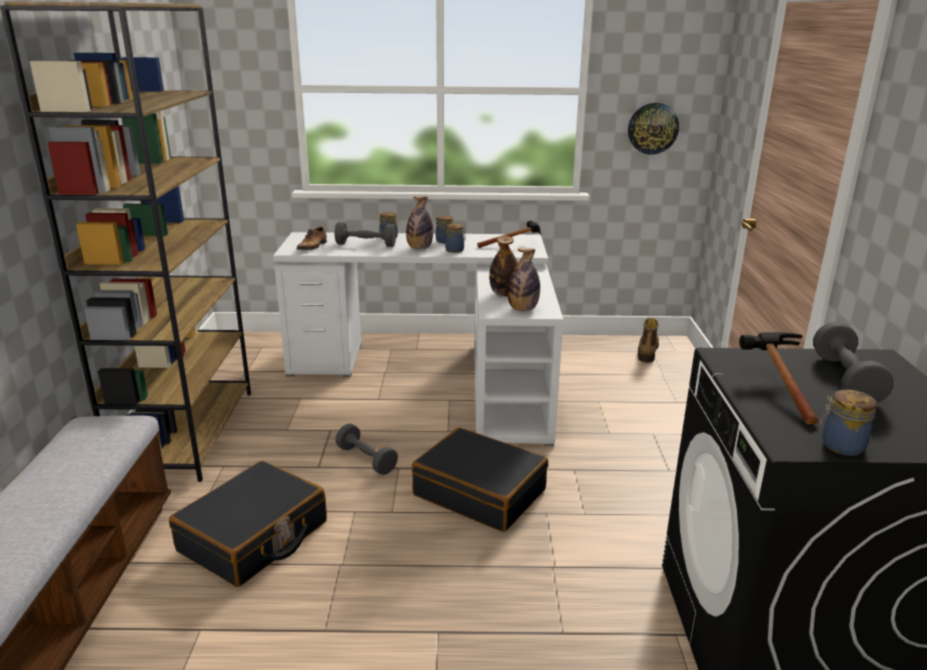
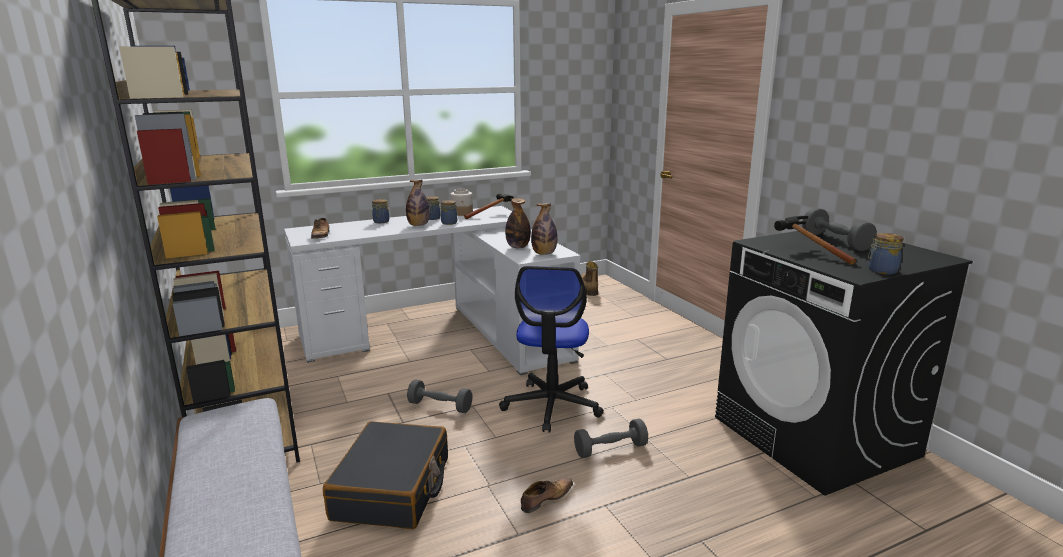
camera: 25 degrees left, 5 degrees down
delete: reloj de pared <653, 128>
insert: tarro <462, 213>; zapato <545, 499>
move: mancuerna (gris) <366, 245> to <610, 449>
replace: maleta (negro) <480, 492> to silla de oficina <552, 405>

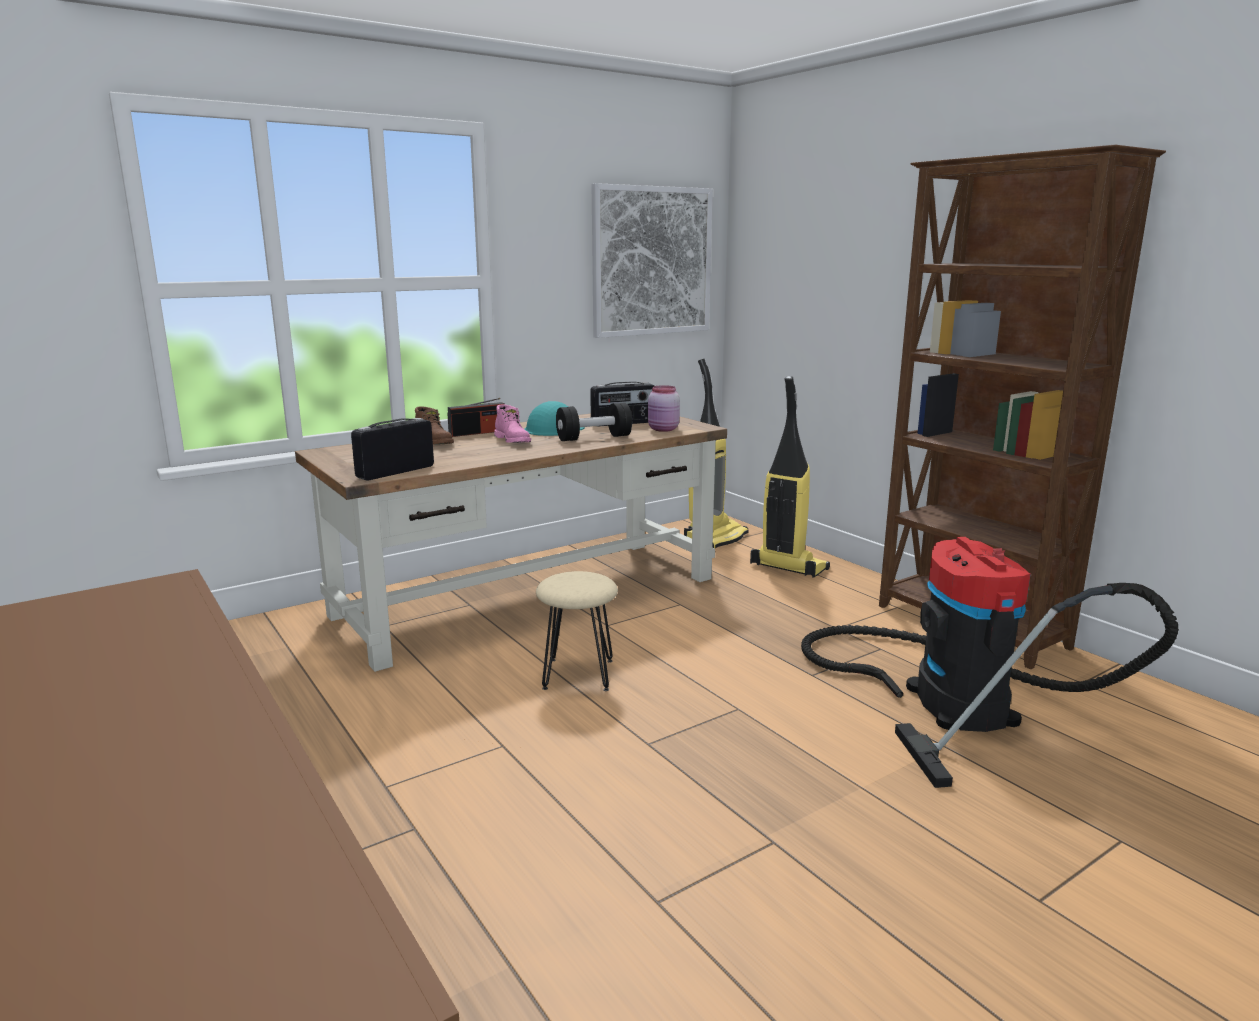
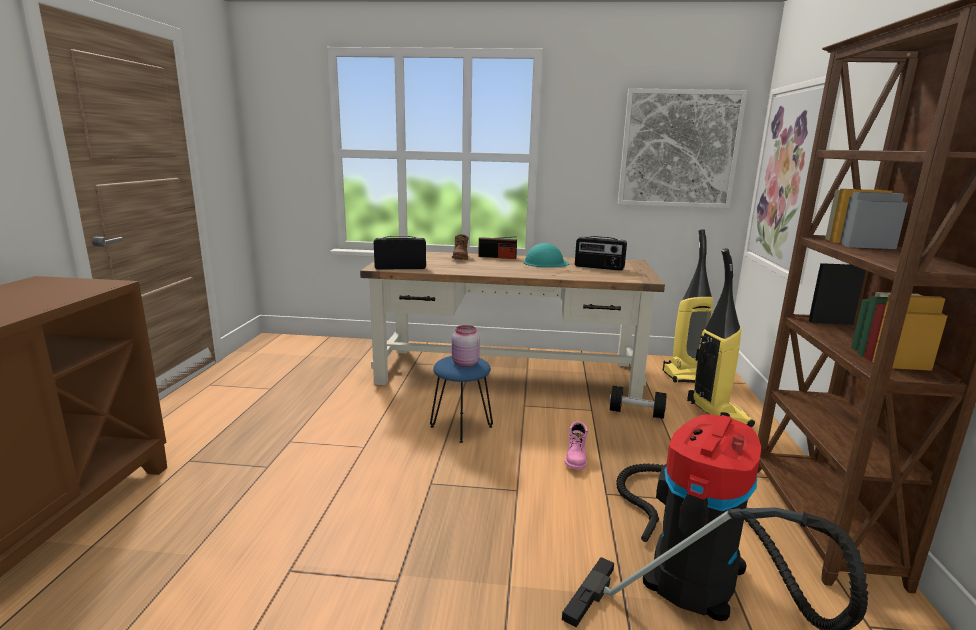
camera: 40 degrees right, 0 degrees up
insert: cuadro <789, 180>
move: bota (rosa) <513, 440> to <576, 458>; mancuerna (negro) <594, 438> to <636, 413>; tarro (rosa) <663, 429> to <464, 363>
recolor: taburete (beis) <578, 674> to taburete (azul) <461, 427>

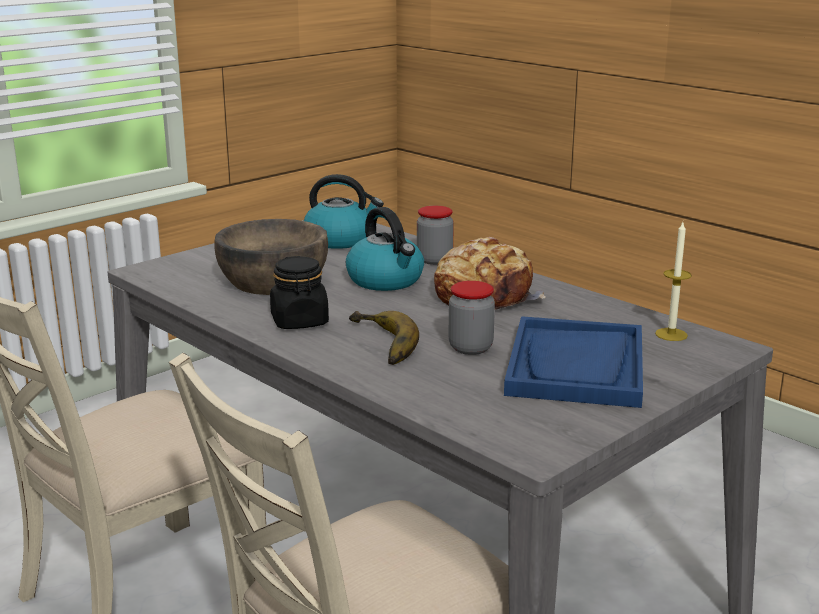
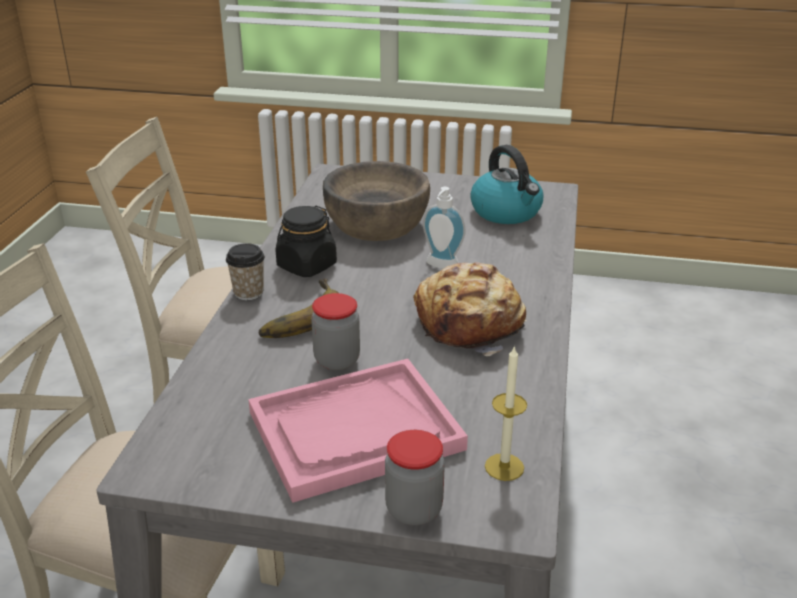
camera: 55 degrees right, 10 degrees up
insert: taza <248, 293>
move: tarro <434, 260> to <414, 509>
replace: hervidor <386, 280> to dispensador de jabón <441, 266>
recolor: bandeja (azul) <576, 366> to bandeja (rosa) <355, 431>

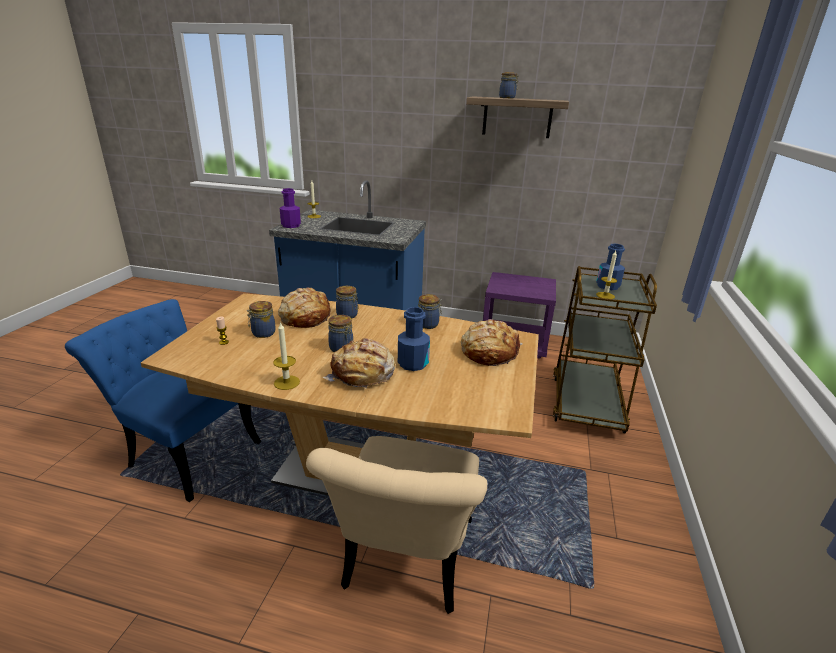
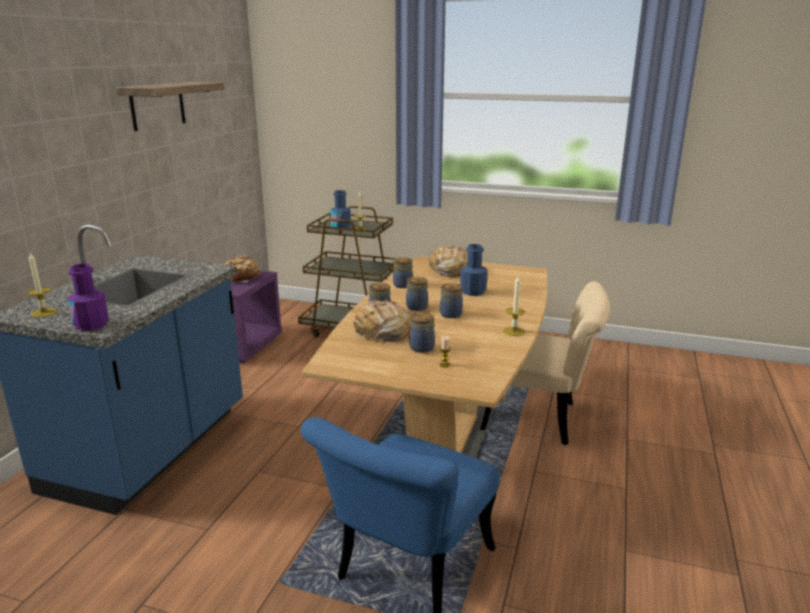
camera: 85 degrees left, 5 degrees down
move: pan <363, 374> to <241, 277>; tarro <507, 98> to <417, 307>

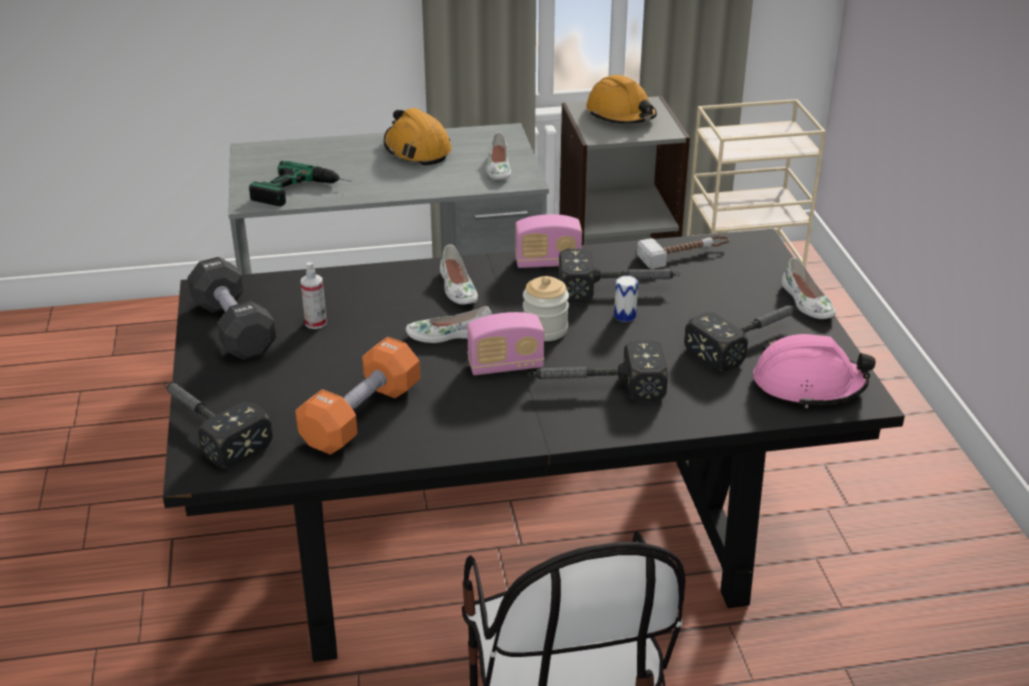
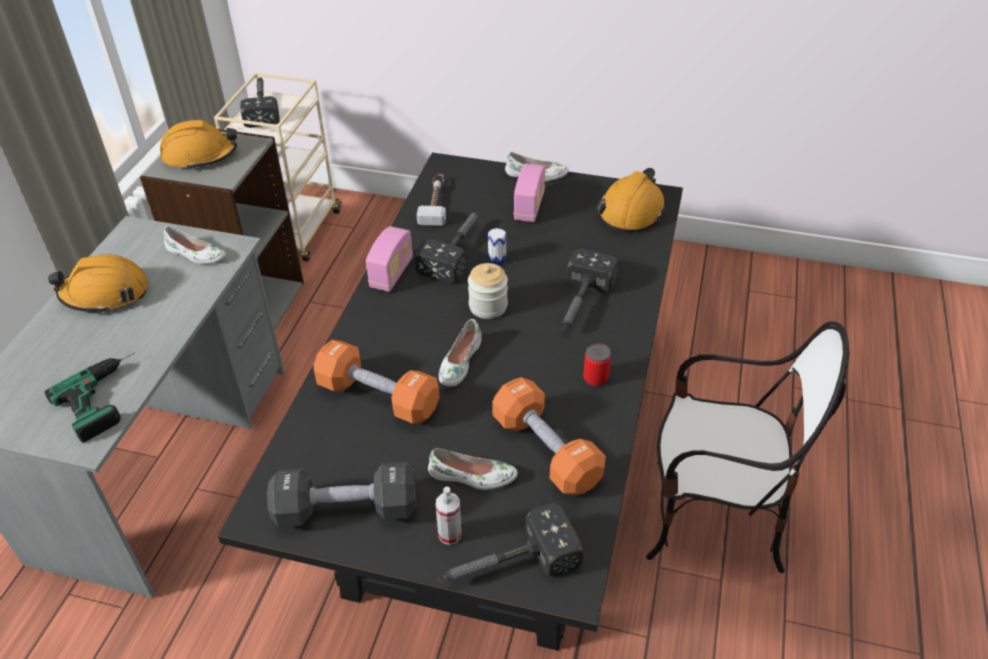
camera: 65 degrees left, 10 degrees up
insert: mancuerna (naranja) <378, 397>; lata <595, 378>
move: pulverizador <316, 323> to <450, 534>; zapato (blanco) <457, 288> to <472, 476>; radio <505, 366> to <529, 207>; martillo <749, 340> to <262, 106>
recolor: casco (rosa) <808, 385> to casco (naranja) <632, 210>

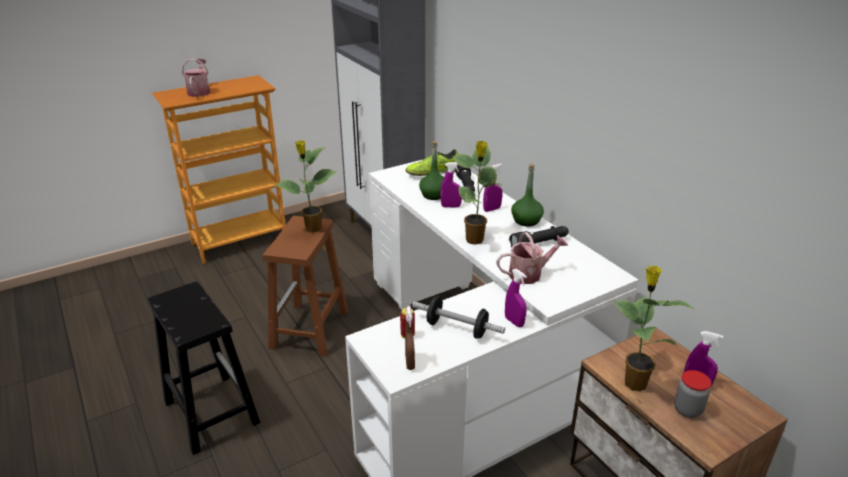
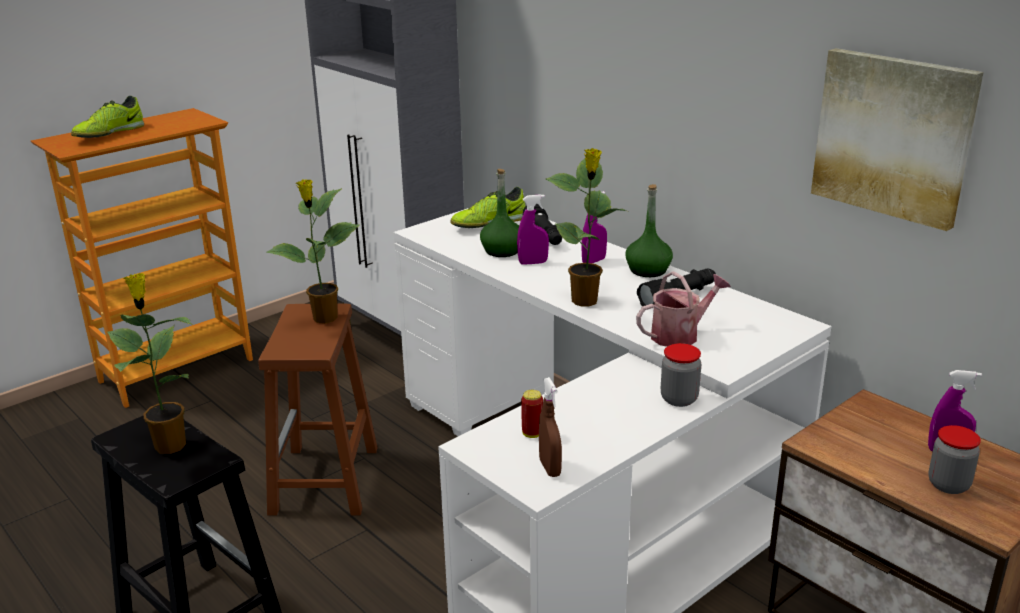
camera: 10 degrees left, 5 degrees down
delete: mancuerna <457, 328>
insert: cuadro <893, 136>
move: planta en maceta <634, 382> to <169, 444>
replace: regadera <199, 91> to zapato <109, 134>; pulverizador (morado) <514, 322> to tarro <679, 399>

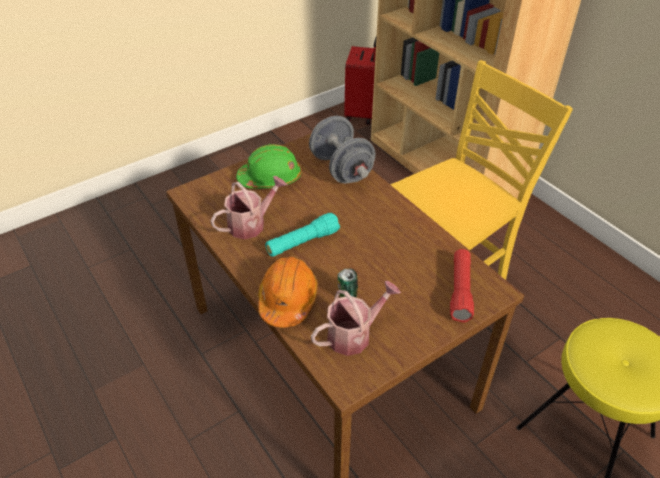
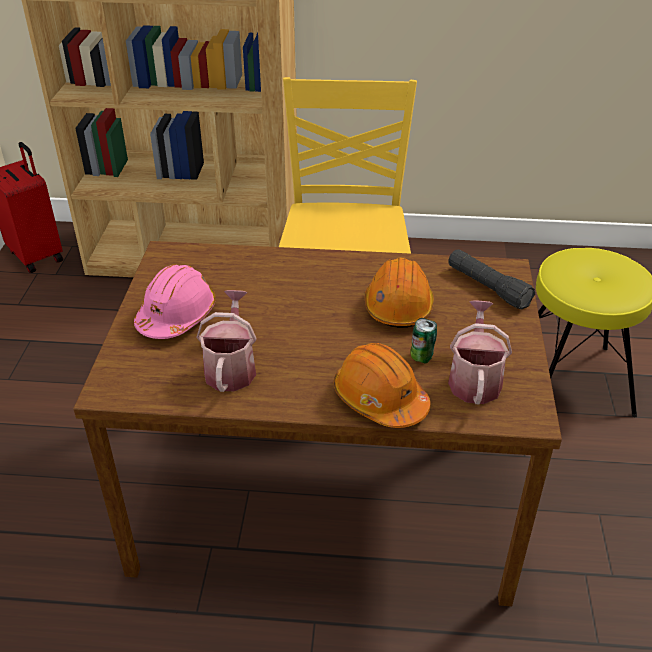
camera: 50 degrees left, 5 degrees down
delete: linterna (turquesa) <302, 242>; mancuerna (gris) <341, 169>
insert: casco (naranja) <398, 306>
recolor: casco (verde) <270, 178> to casco (rosa) <177, 316>; linterna (rojo) <460, 291> to linterna (negro) <487, 287>

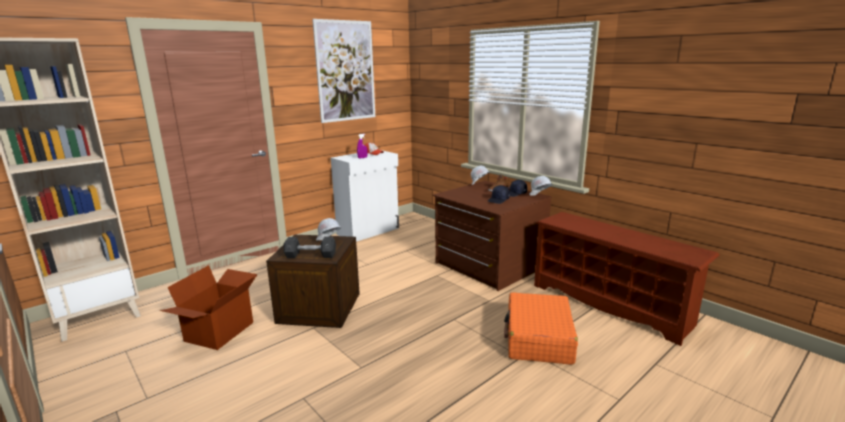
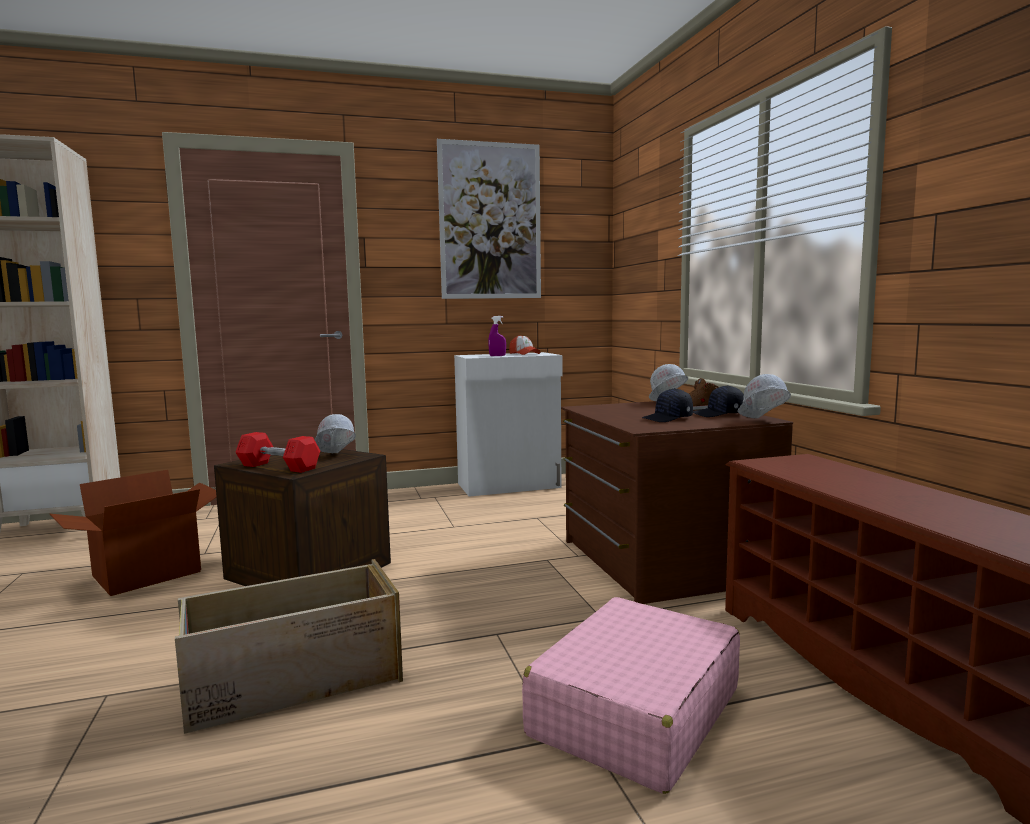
camera: 25 degrees right, 10 degrees down
insert: caja de embalaje <292, 682>
recolor: mancuerna (gris) <310, 255> to mancuerna (rojo) <279, 467>; maleta (naranja) <538, 338> to maleta (rosa) <634, 712>

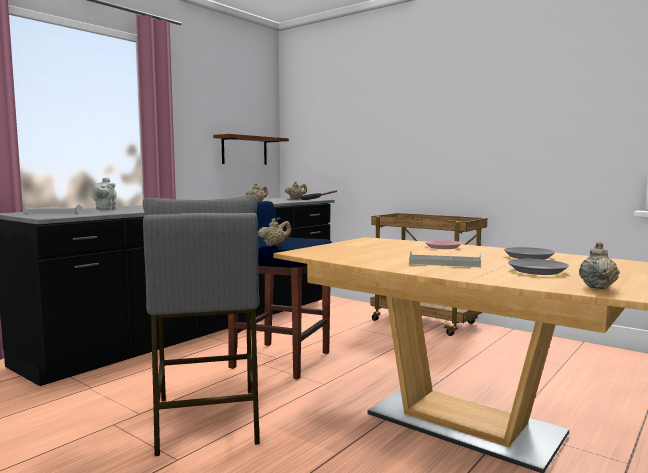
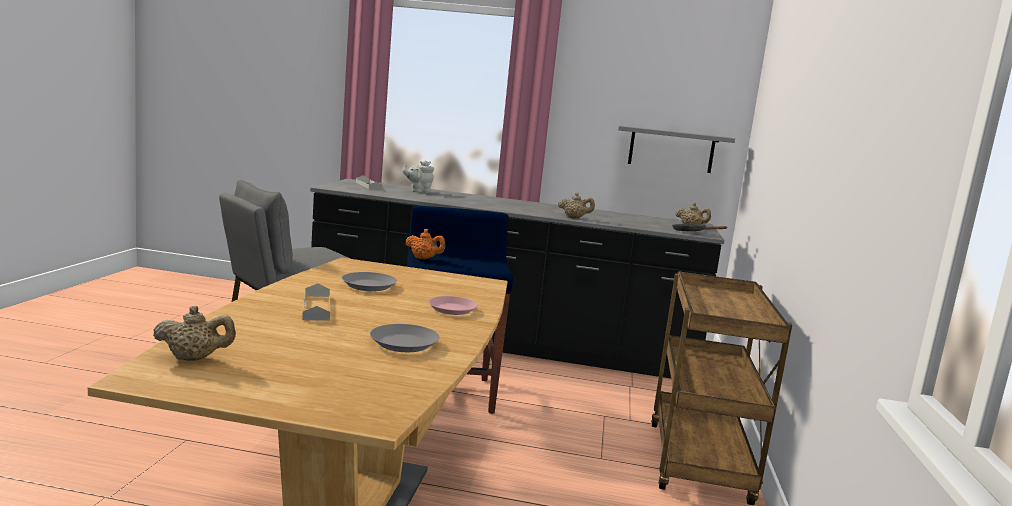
camera: 60 degrees right, 5 degrees up
move: plato (gris) <538, 271> to <369, 286>
recolor: estante (marrón) <244, 150> to estante (gris) <671, 149>; tetera (beis) <274, 245> to tetera (naranja) <424, 259>

